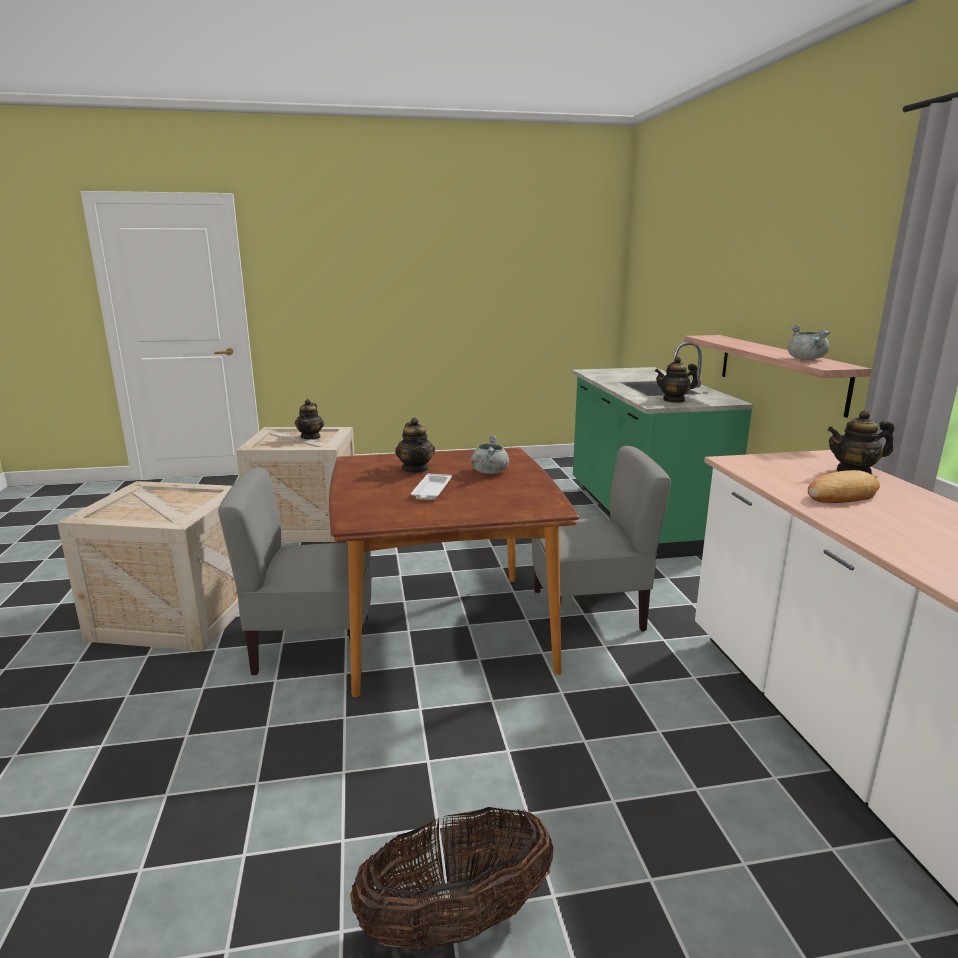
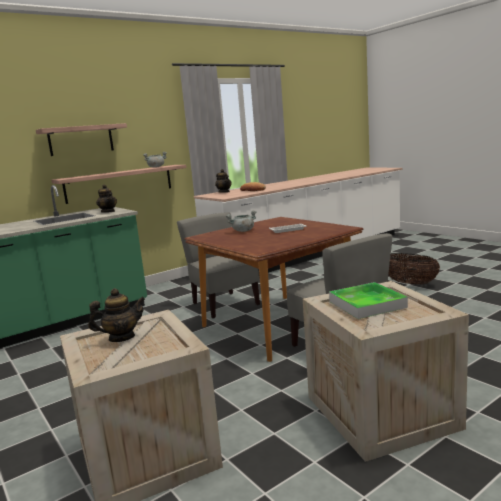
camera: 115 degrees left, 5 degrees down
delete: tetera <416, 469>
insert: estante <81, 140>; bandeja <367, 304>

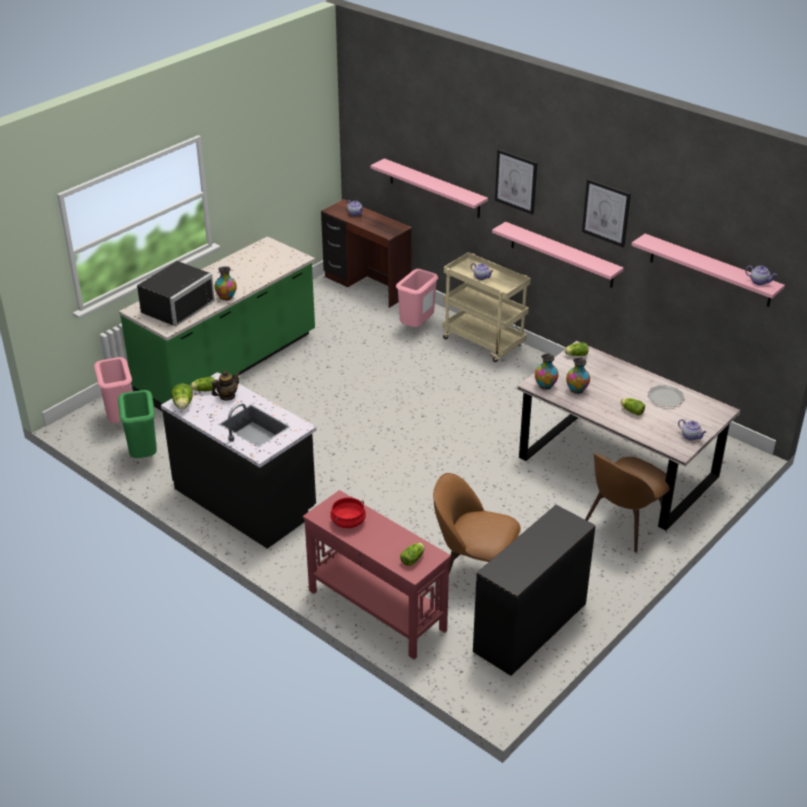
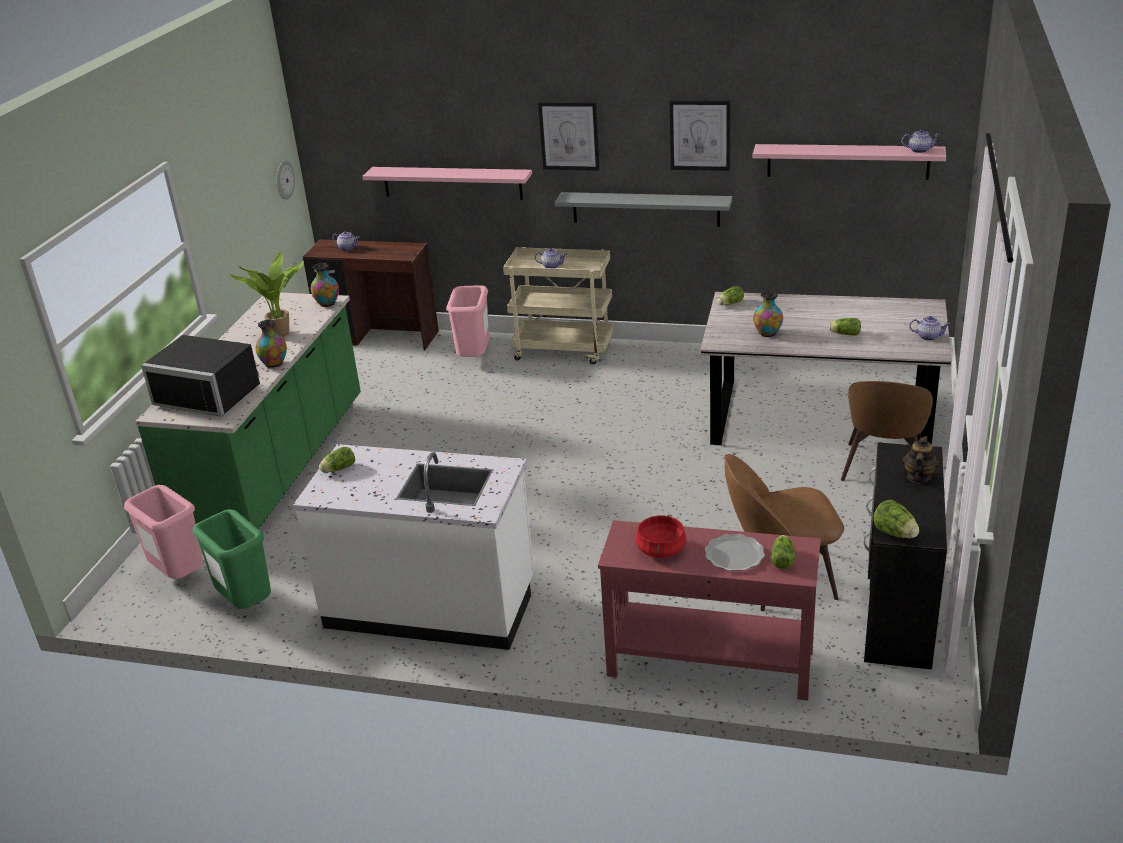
camera: 25 degrees left, 5 degrees down
insert: planta en maceta <282, 335>; reloj de pared <284, 180>
move: lechuga <183, 405> to <895, 533>; tetera <227, 396> to <918, 477>; florero <545, 386> to <327, 304>; plato <665, 397> to <734, 555>
recolor: mueble bajo de cocina (negro) <246, 500> to mueble bajo de cocina (blanco) <431, 605>; estante (rosa) <561, 255> to estante (gris) <645, 209>
rotate: microondas (negro) <174, 307> = <212, 393> 105 degrees clockwise

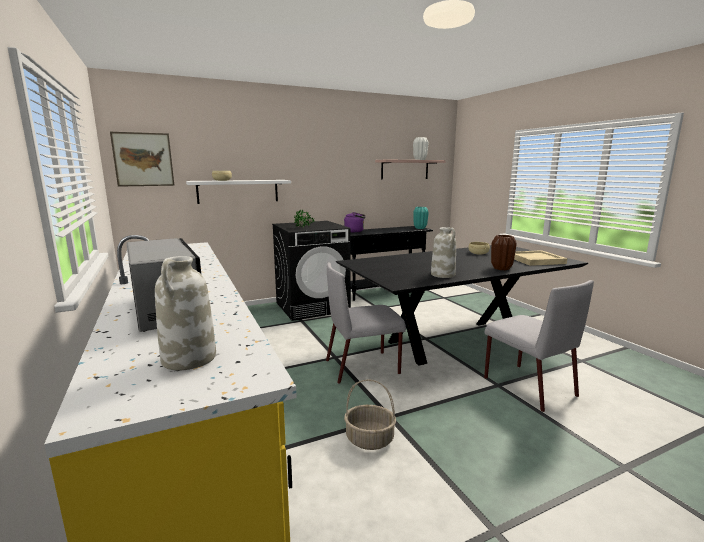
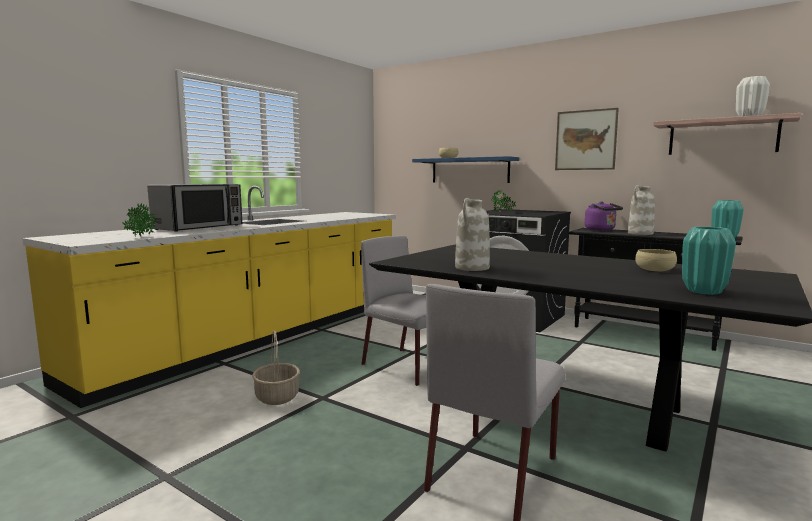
camera: 60 degrees right, 5 degrees down
delete: florero (marrón) <501, 268>
insert: planta en maceta <139, 237>
move: cuadro <143, 159> to <585, 140>; florero (blanco) <189, 359> to <640, 233>
replace: bandeja (beis) <535, 260> to florero (turquesa) <703, 291>
recolor: estante (blanco) <238, 191> to estante (azul) <469, 170>

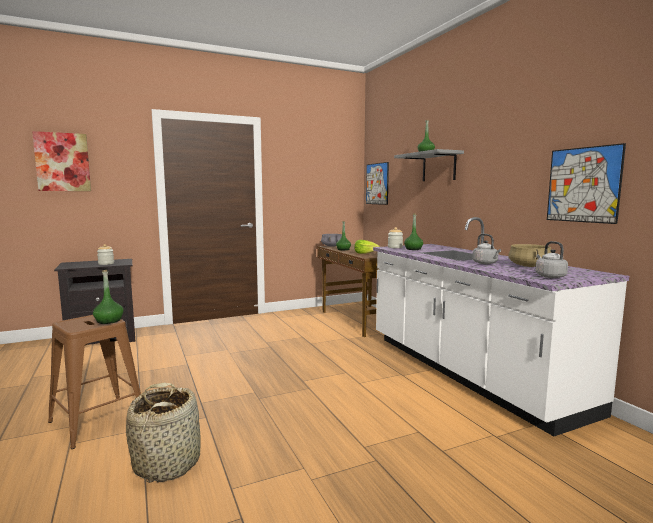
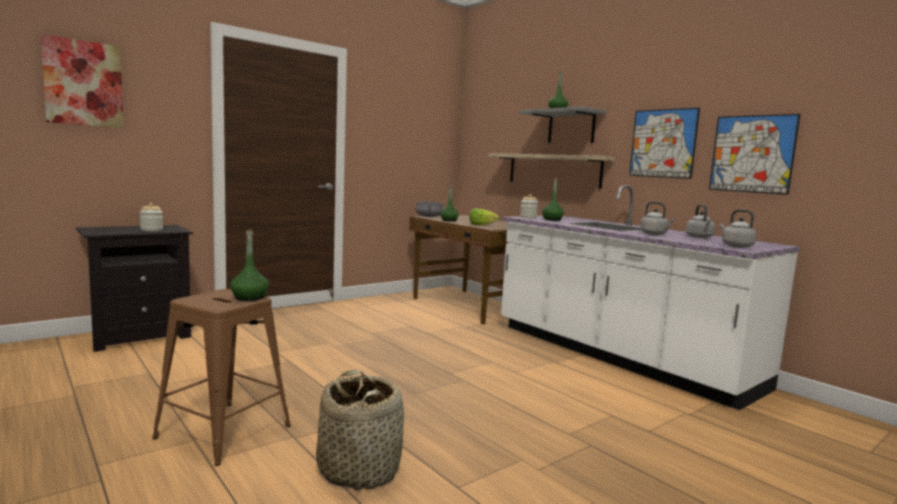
camera: 15 degrees left, 0 degrees up
insert: estante <553, 170>
move: cuadro <377, 183> to <663, 143>
replace: olla (beis) <529, 266> to hervidor (gris) <700, 237>

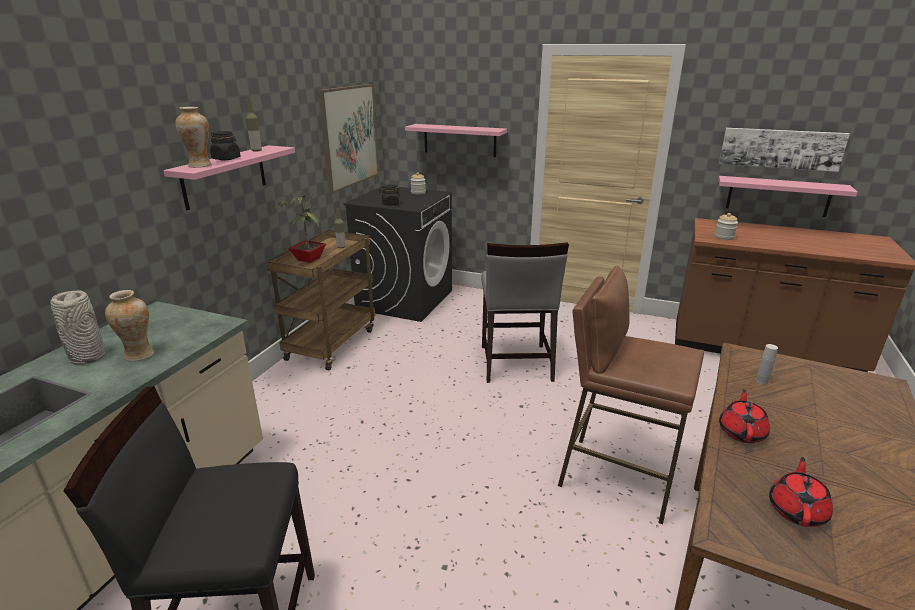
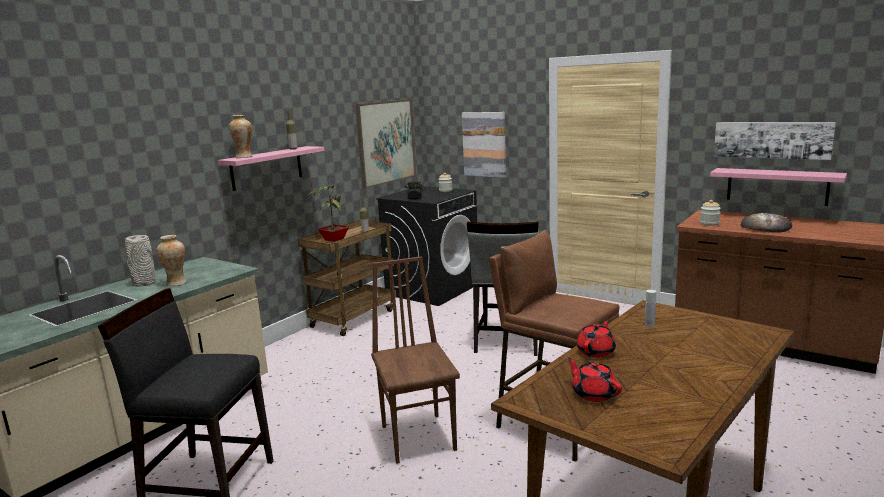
camera: 15 degrees right, 10 degrees down
delete: tarro (negro) <226, 159>
insert: silla (marrón) <419, 437>; pan <765, 227>
replace: estante (rosa) <459, 140> to cuadro <484, 144>
rotate: tetera (rojo) <797, 510> = <593, 393> 75 degrees counterclockwise

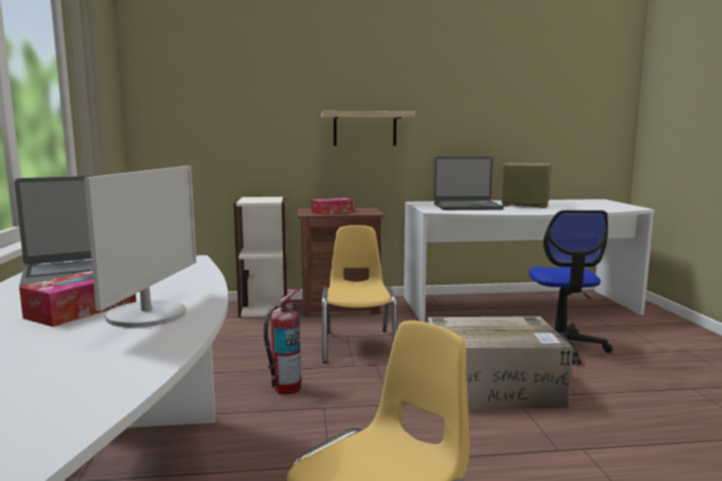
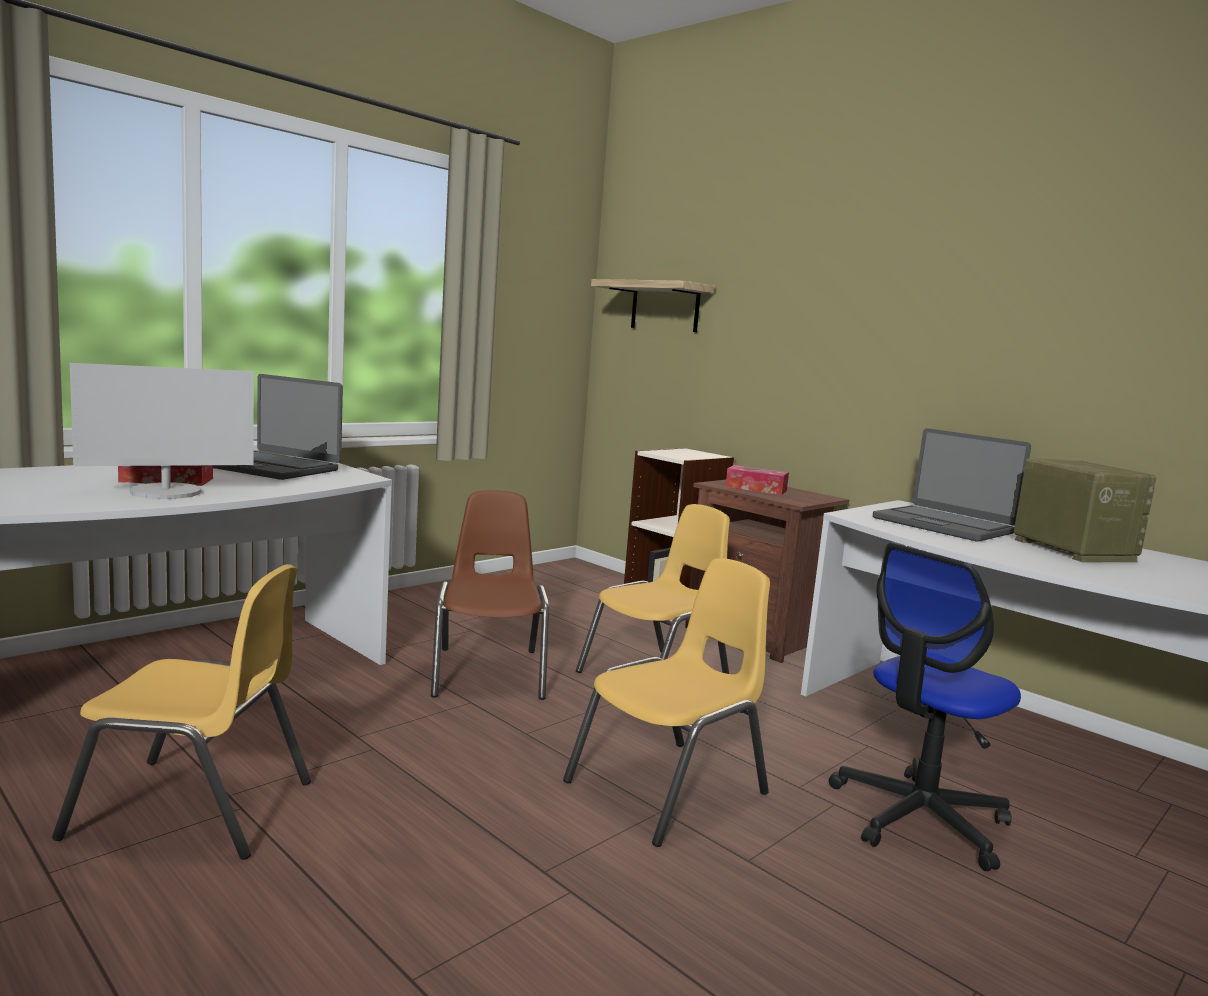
camera: 50 degrees right, 0 degrees up
move: estante <365, 129> to <665, 307>
replace: extintor <286, 388> to silla (marrón) <489, 673>; caja de cartón <494, 387> to silla (amarillo) <669, 789>

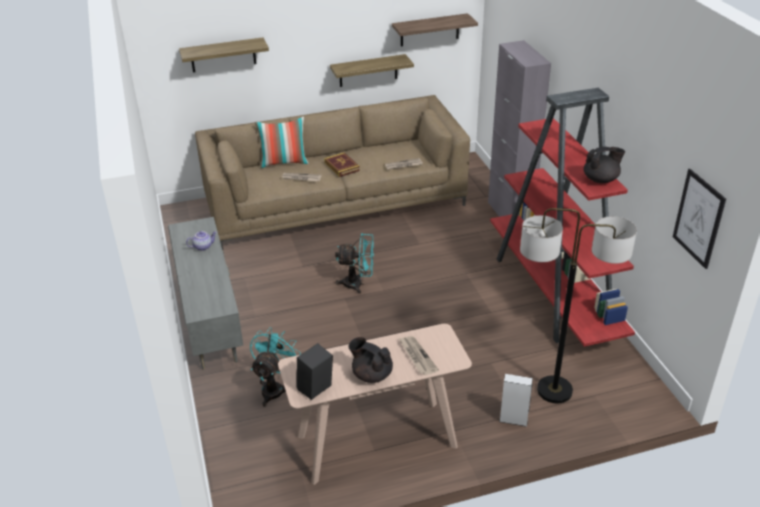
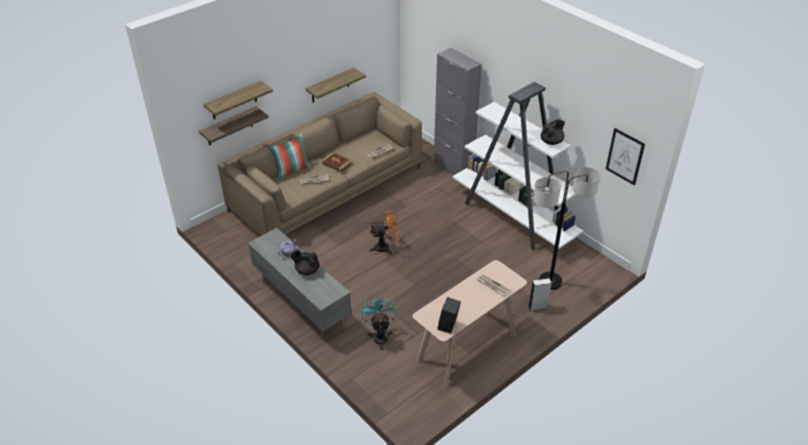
camera: 25 degrees left, 5 degrees up
move: tetera (negro) <371, 374> to <307, 270>; estante <429, 30> to <229, 126>
recolor: ventilador (turquesa) <358, 284> to ventilador (naranja) <385, 247>; estantería (rojo) <553, 294> to estantería (blanco) <513, 218>

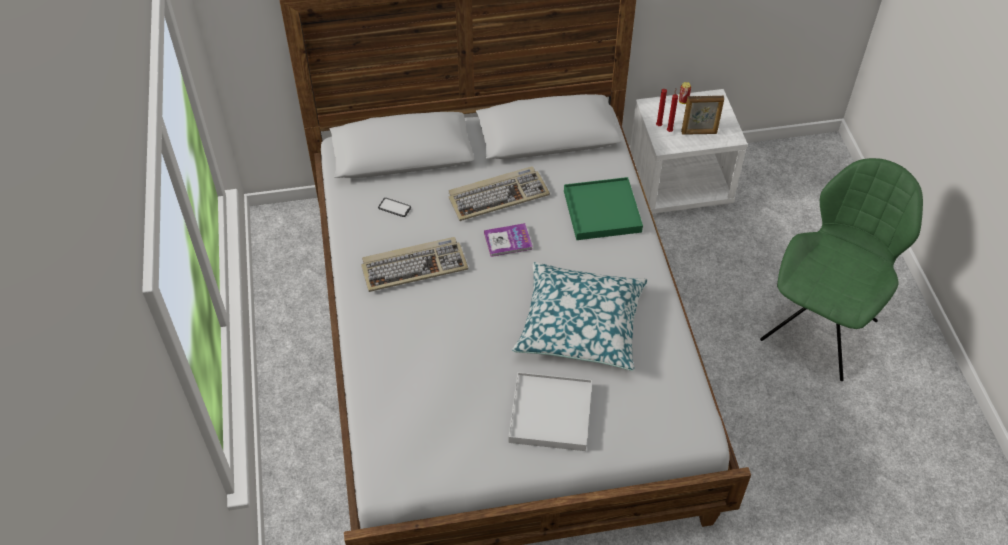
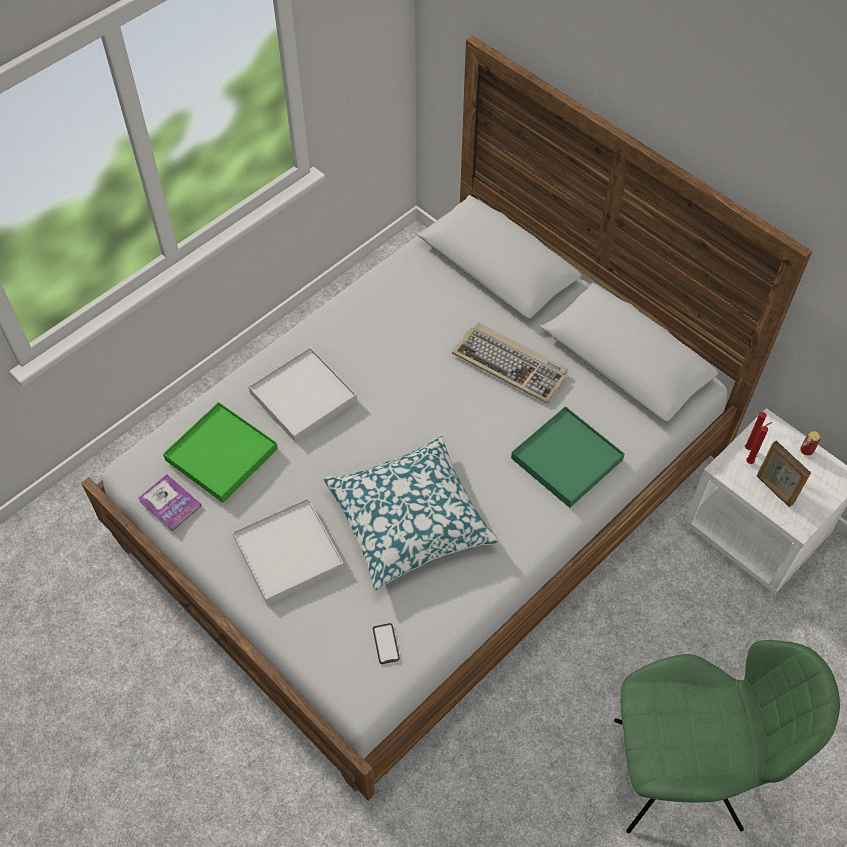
camera: 55 degrees right, 5 degrees up
delete: teclado <414, 266>
insert: bandeja (verde) <221, 454>; bandeja (blanco) <303, 397>
move: móvil <394, 207> to <386, 644>; libro <508, 241> to <170, 503>

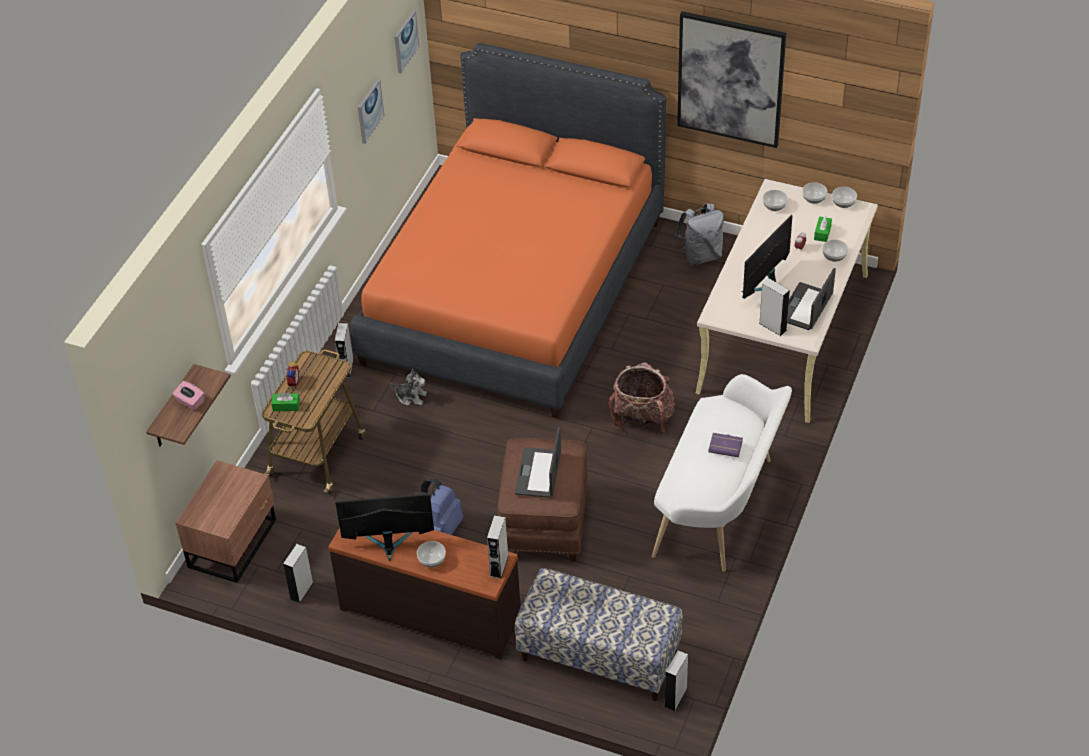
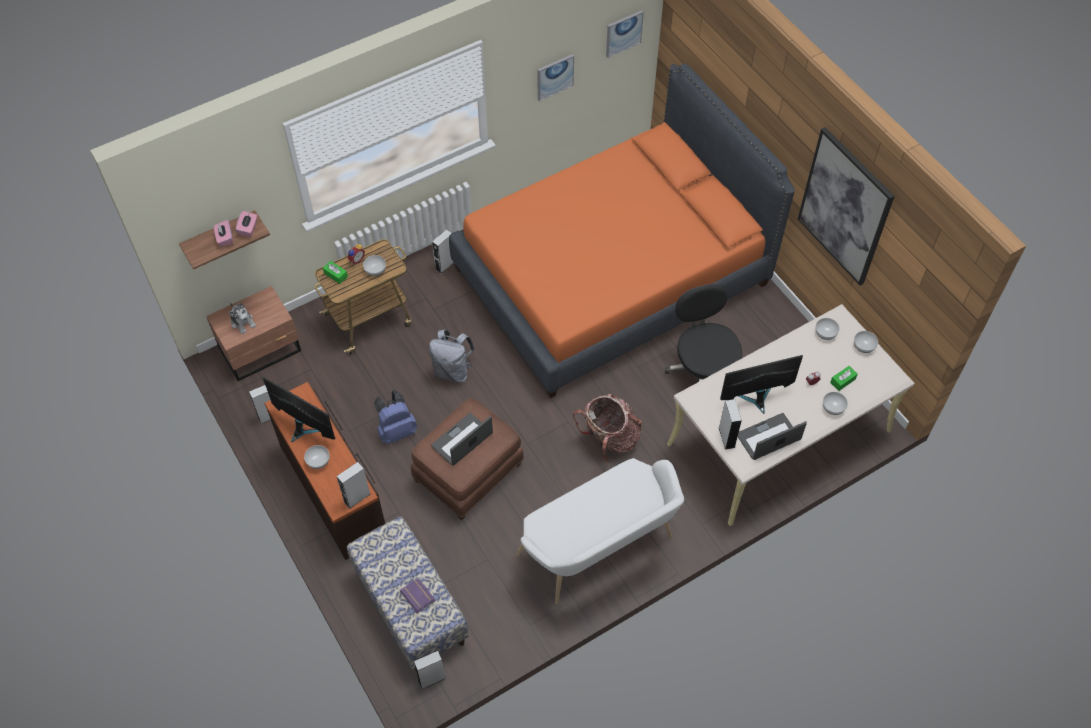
camera: 35 degrees right, 10 degrees up
insert: caja de pañuelos (rosa) <248, 229>; silla de oficina (negro) <703, 370>
move: peluche <411, 397> to <243, 322>; mochila (gris) <701, 255> to <452, 371>; libro (morado) <726, 446> to <419, 596>; cuenco <843, 203> to <375, 270>

